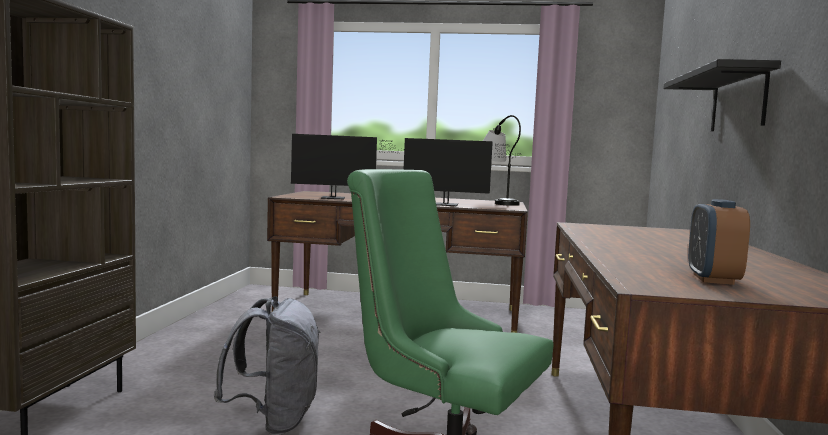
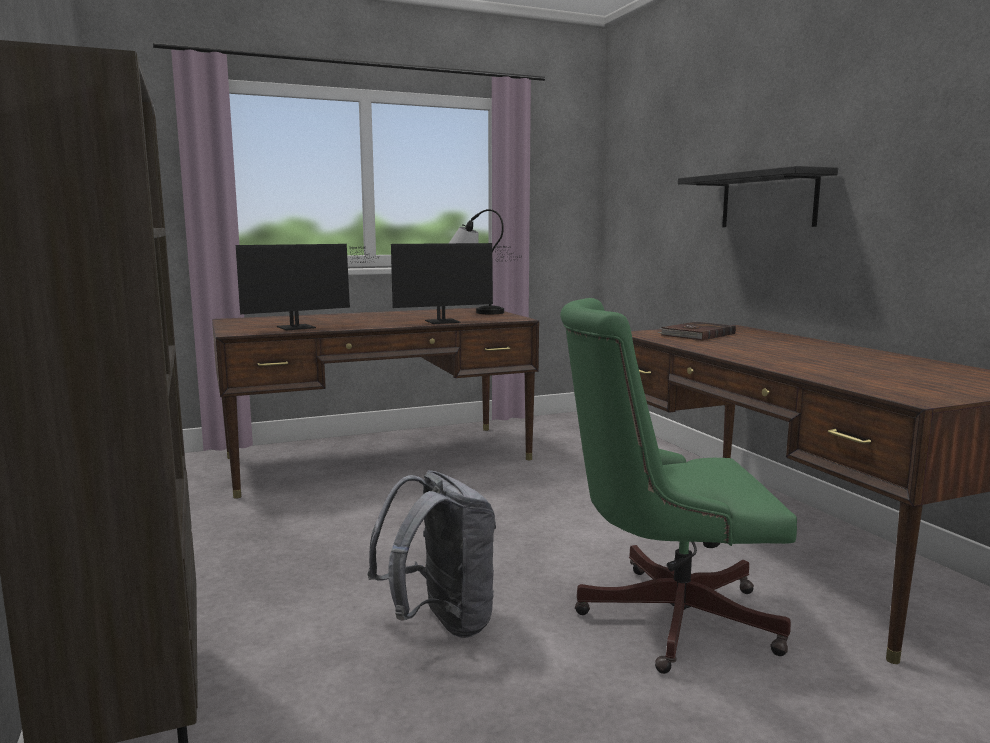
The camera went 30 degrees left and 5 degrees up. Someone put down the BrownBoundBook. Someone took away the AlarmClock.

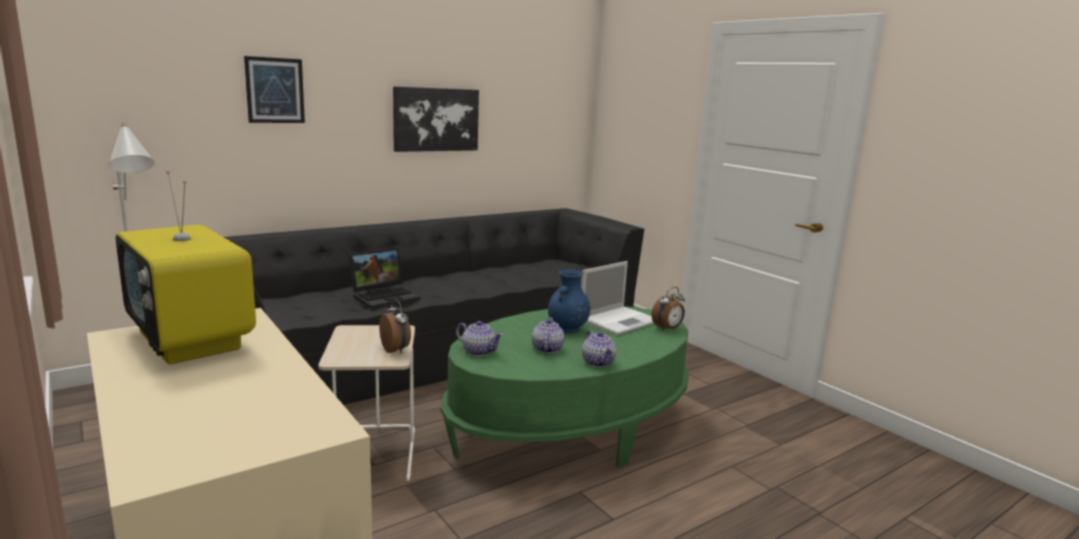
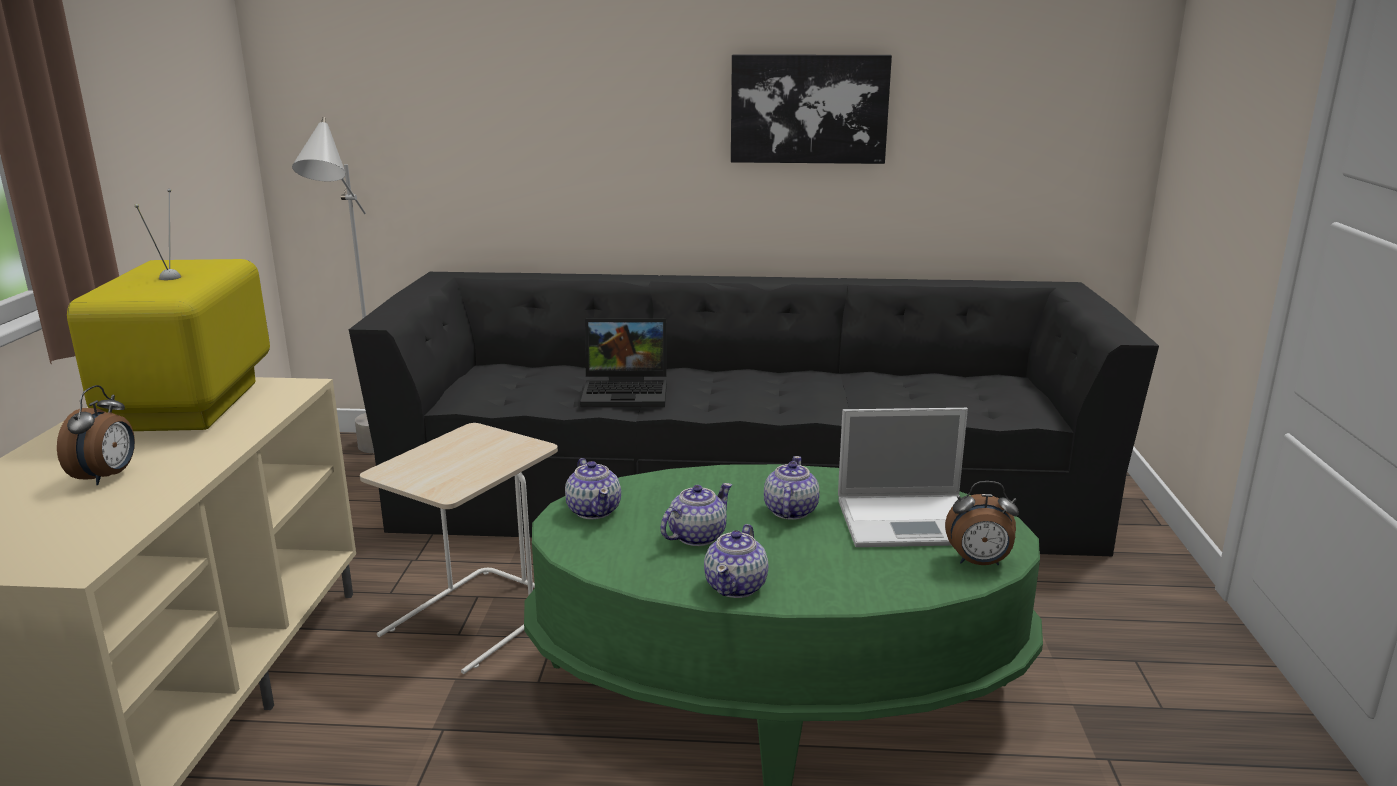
The camera went 40 degrees right and 5 degrees up. Someone carried the AlarmClock (no. 1 from left). Someone swapped the BluishFlowerVase for the PotForTea (no. 4 from left). Someone took away the Picture (no. 1 from left).

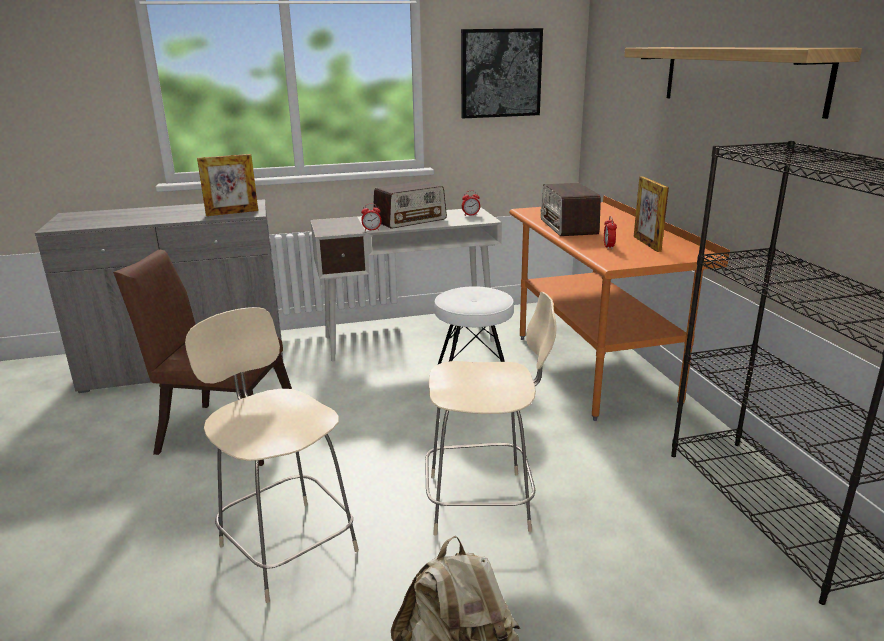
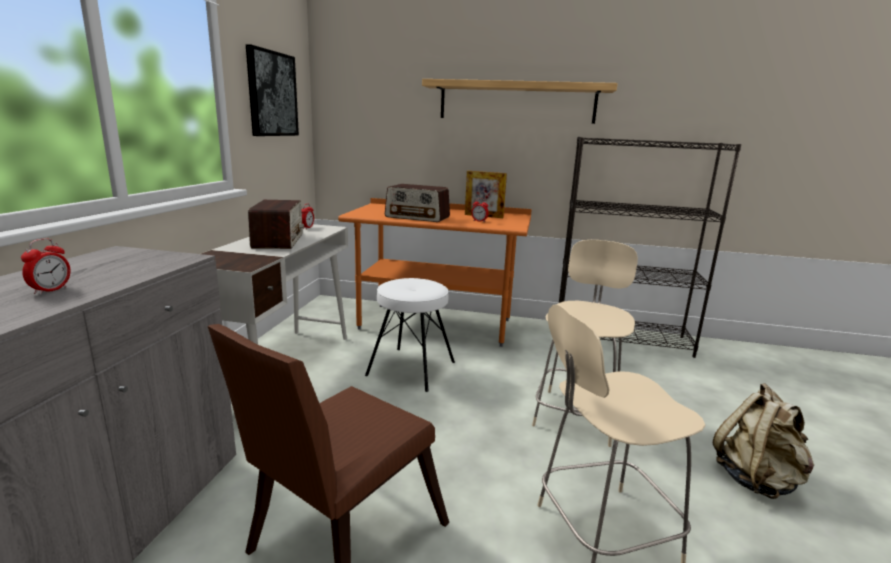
The camera went 65 degrees left and 5 degrees down. Someone carried the AlarmClock (no. 1 from left). Someone took away the StandingFrame (no. 1 from left).

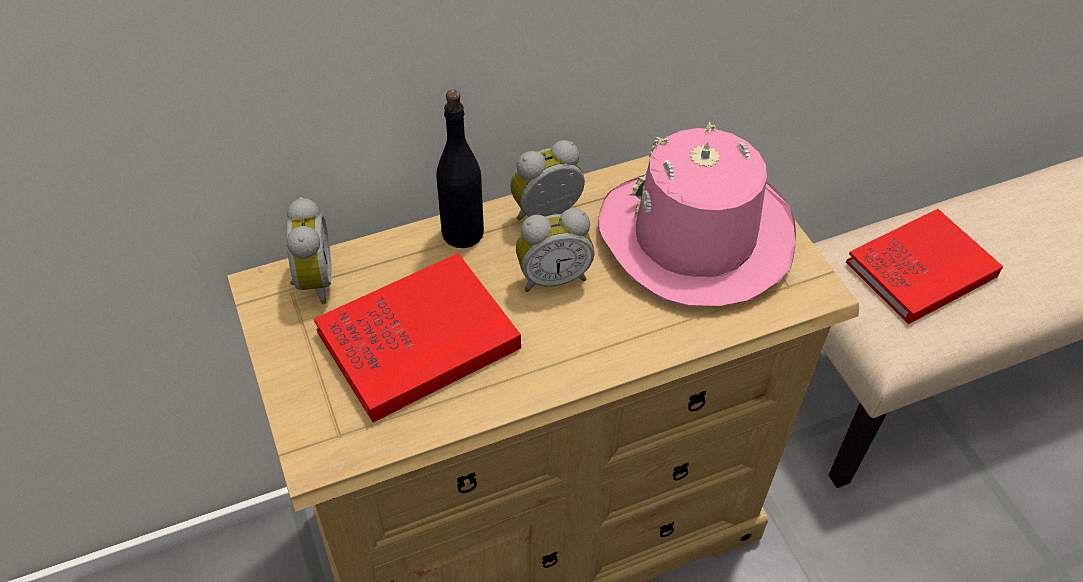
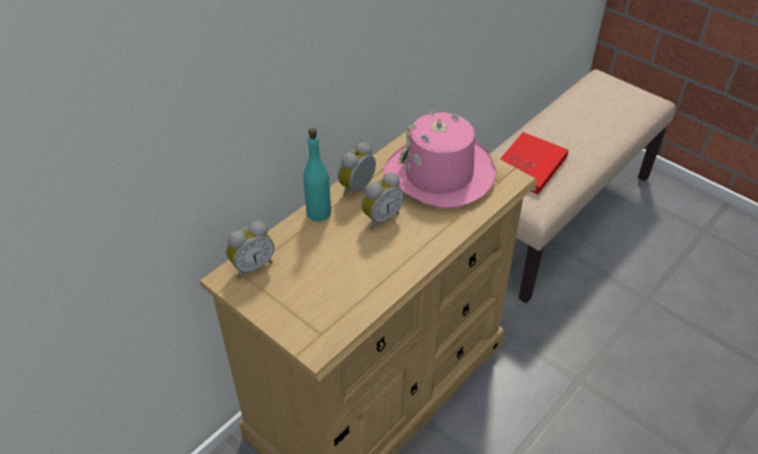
The camera went 25 degrees left and 5 degrees down. Someone rotated the AlarmClock (no. 1 from left) by 90 degrees clockwise. Someone repainted the BlackishBottle, which became the TurquoiseColouredBottle. Someone took away the RedColouredBoundBook (no. 1 from left).

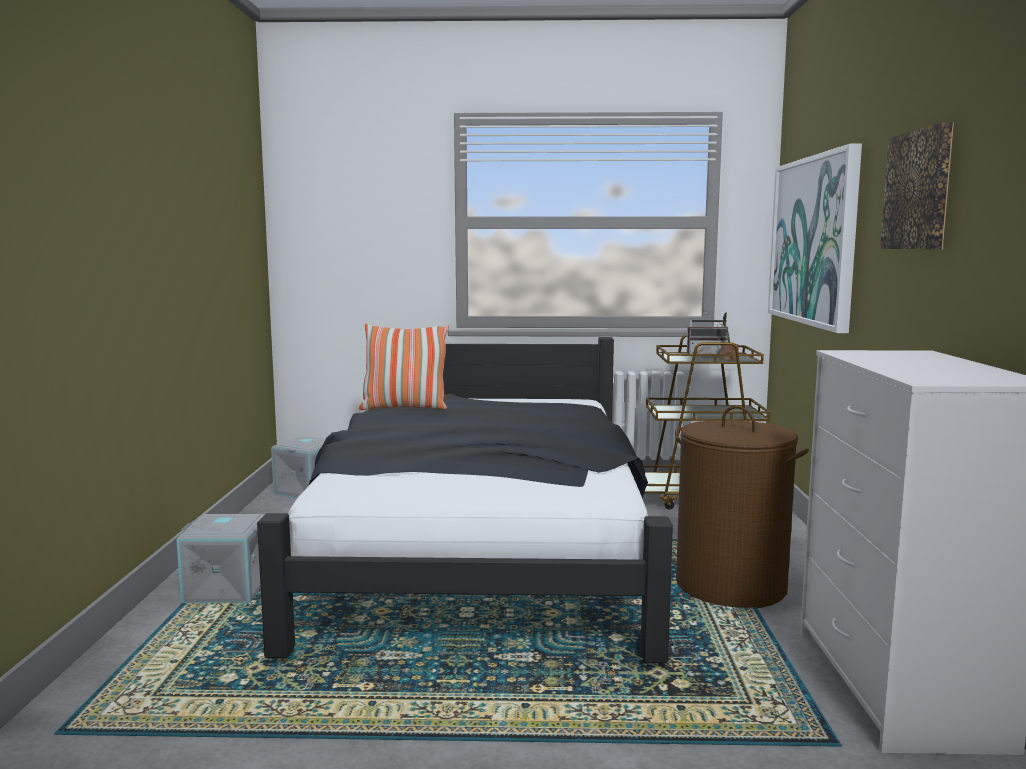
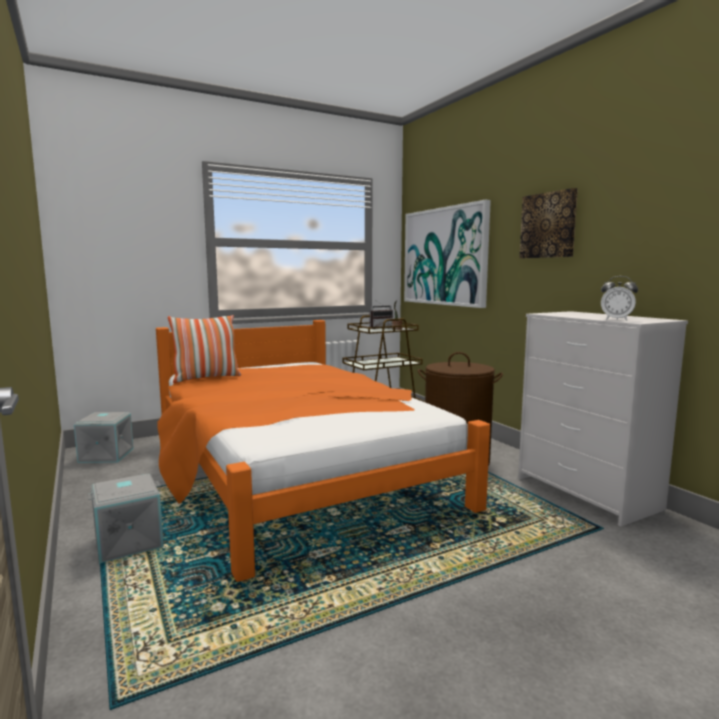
The camera went 30 degrees left and 0 degrees up. Someone repainted the BlackishSleepingBed, which became the OrangeySleepingBed. Someone put down the AlarmClock.

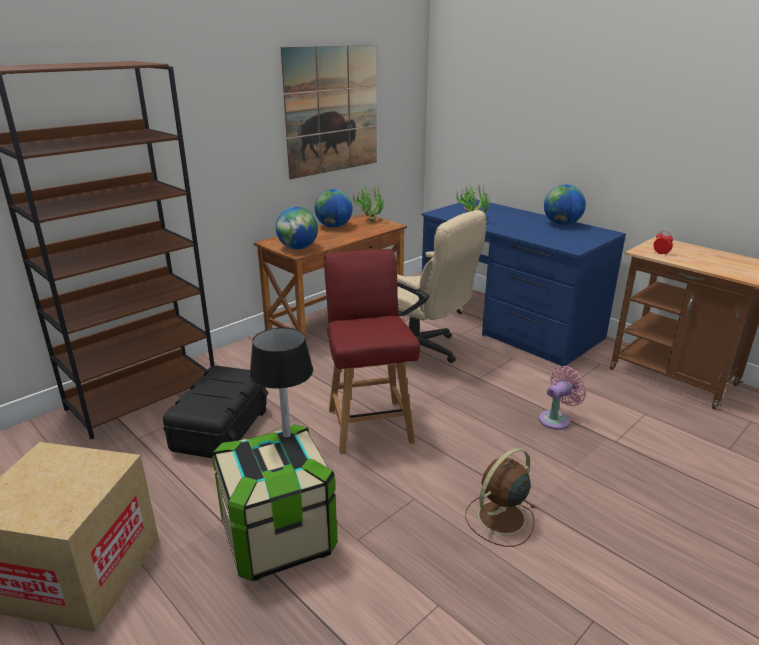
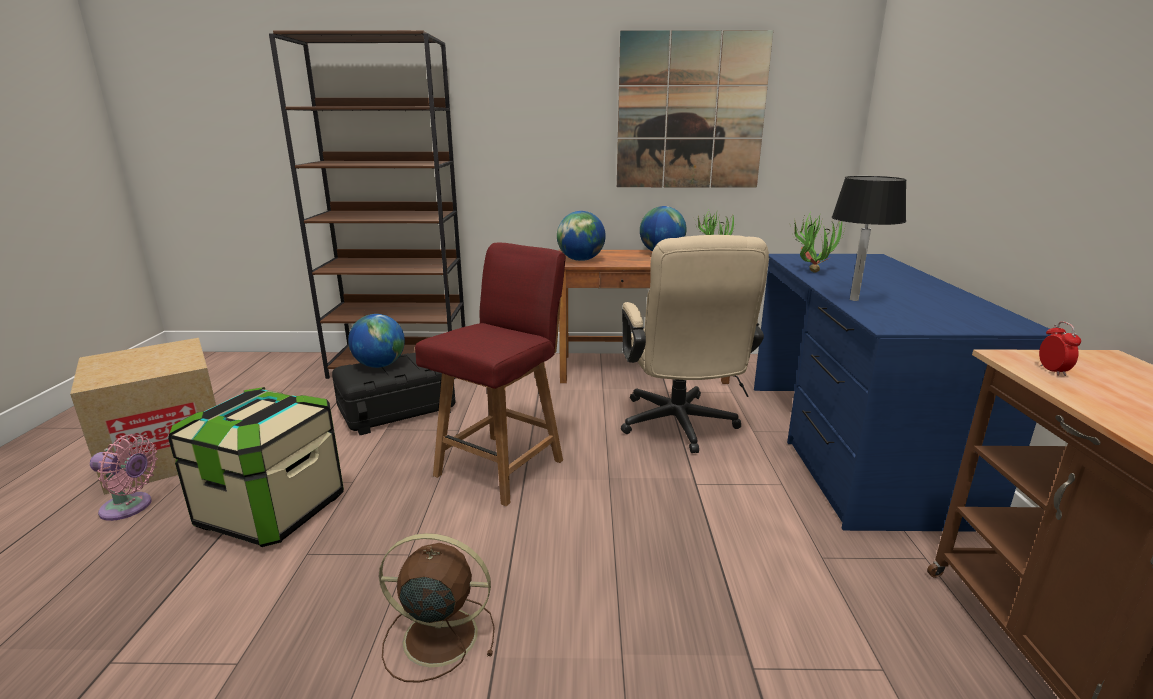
The camera went 45 degrees right and 5 degrees down. Someone carried the PinkFan. Someone carried the WorldGlobe (no. 3 from left in the first image). Someone carried the BlackishTableLamp.

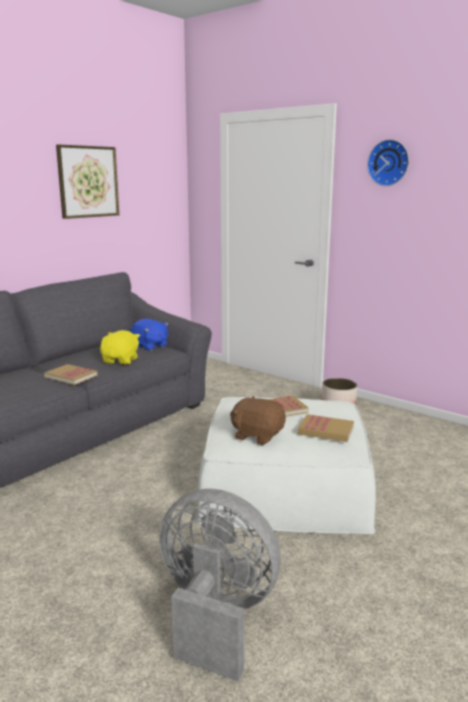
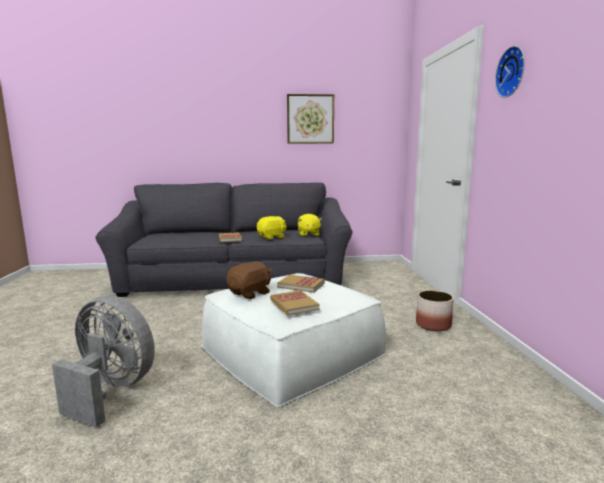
The camera went 45 degrees right and 5 degrees down. Someone rotated the GrayFan by 45 degrees counterclockwise. Someone rotated the BrownSoftToy by 60 degrees clockwise. Someone repainted the BluishSoftToy, which became the YellowColouredSoftToy (no. 2 from left).

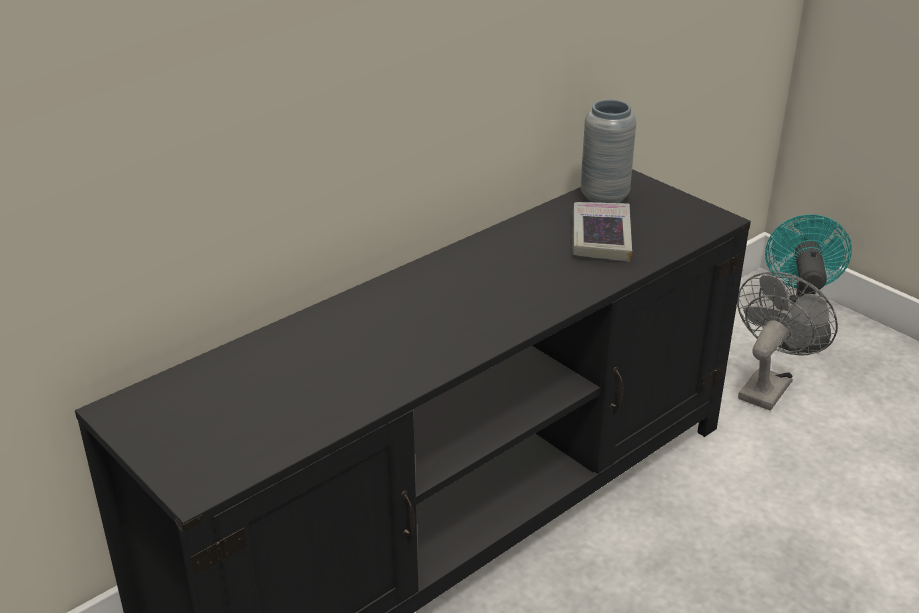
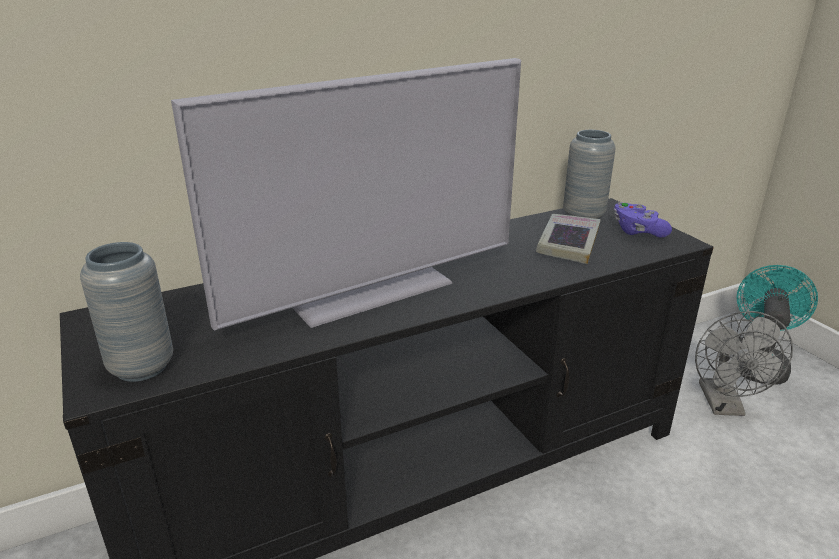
The camera went 15 degrees right and 5 degrees down. Someone put down the GrayFlowerVase (no. 1 from left). Someone put down the Tv. Someone put down the PurpleColouredJoypad. Someone rotated the GrayFan by 135 degrees clockwise.

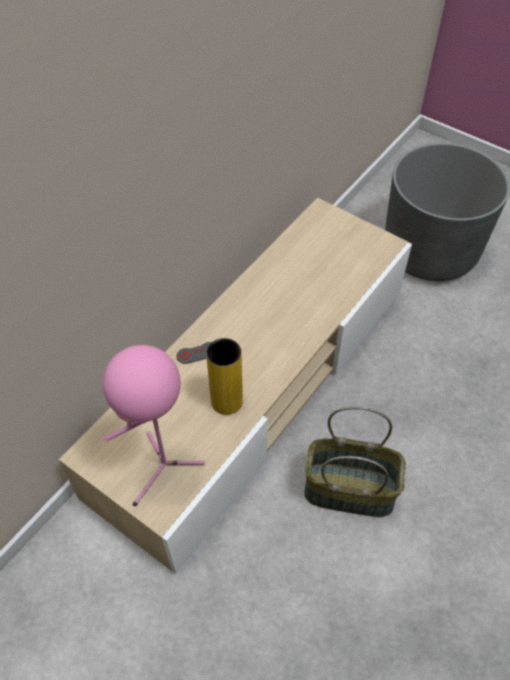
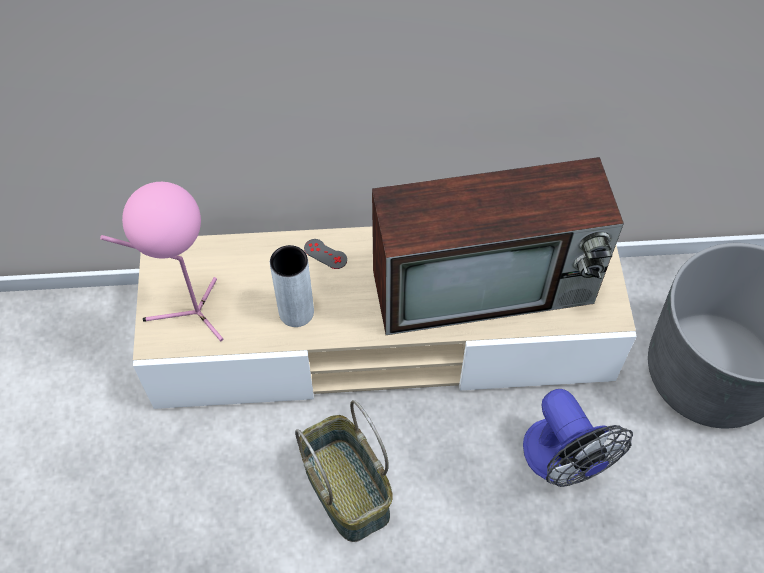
The camera went 50 degrees right and 5 degrees up. Someone repainted the YellowColouredFlowerVase, which became the GrayFlowerVase. Someone put down the Tv. Someone put down the Fan.

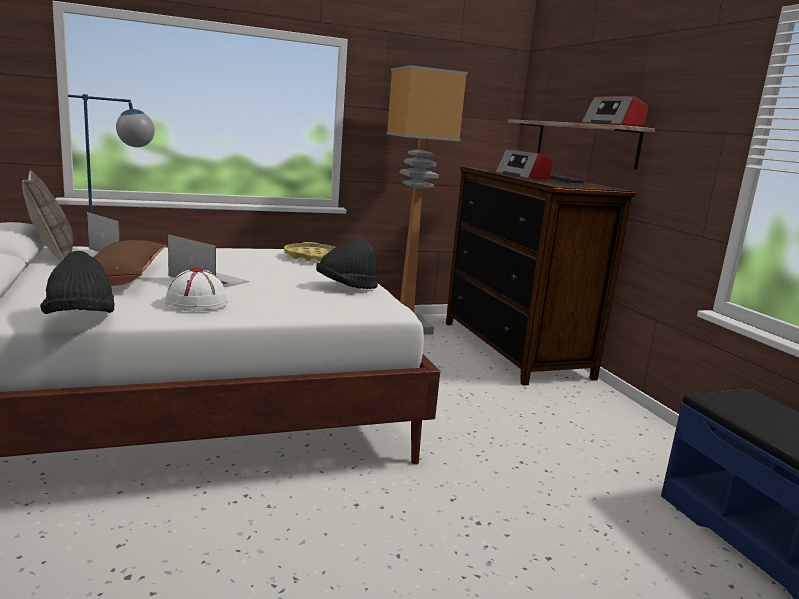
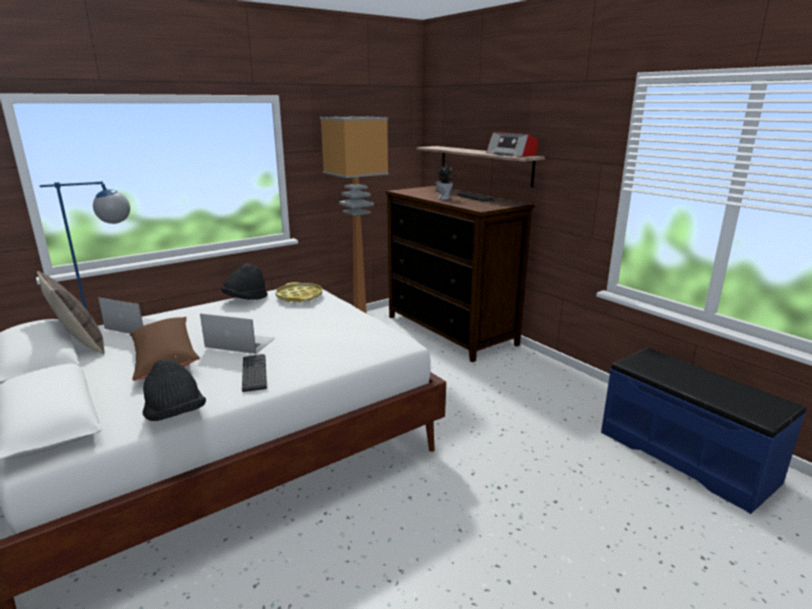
The camera went 15 degrees left and 5 degrees up. Someone carried the BlackishWearableHat (no. 2 from left). Someone swapped the WhiteColouredWearableHat for the Keyboard (no. 1 from left). Someone swapped the RadioReceiver (no. 1 from left) for the Houseplant.

